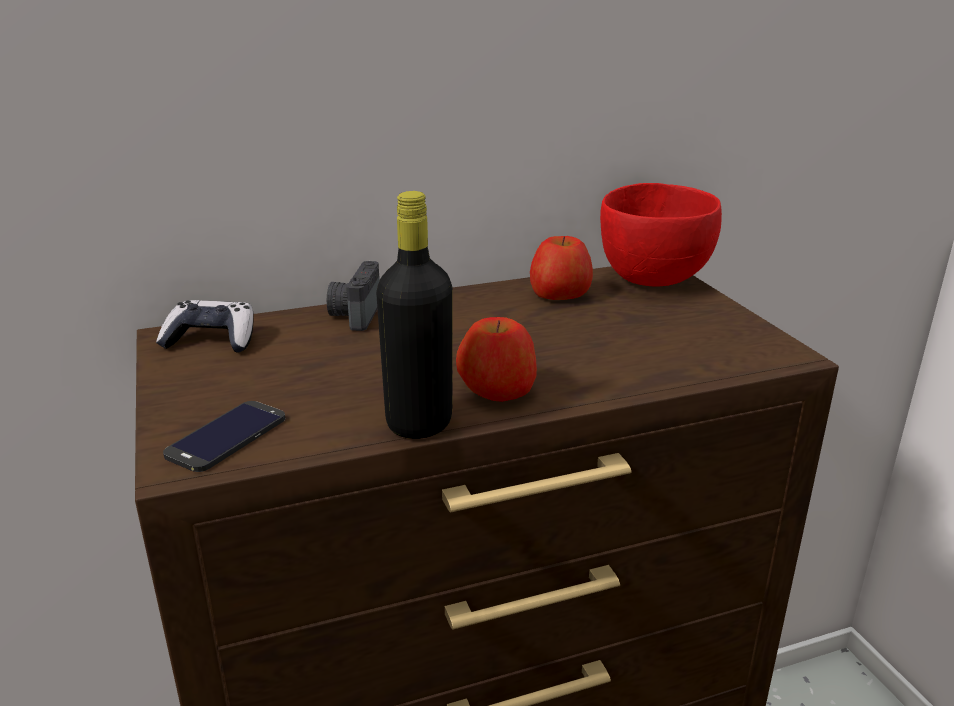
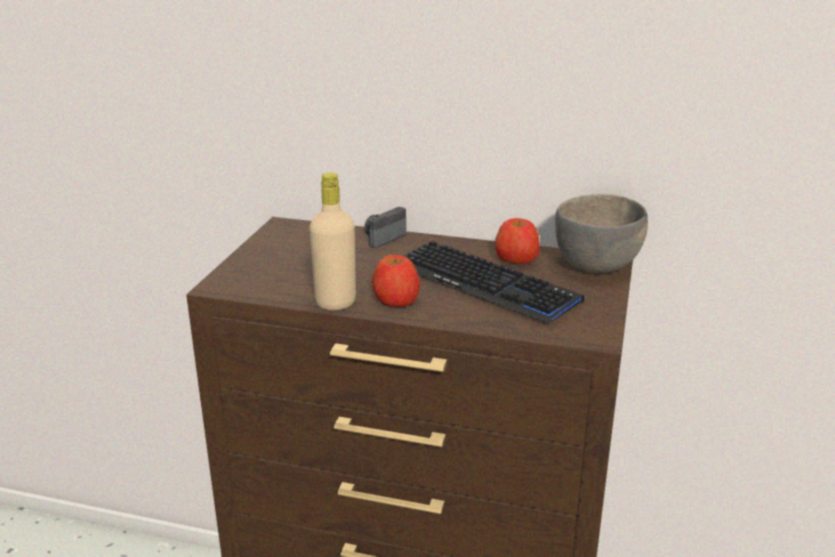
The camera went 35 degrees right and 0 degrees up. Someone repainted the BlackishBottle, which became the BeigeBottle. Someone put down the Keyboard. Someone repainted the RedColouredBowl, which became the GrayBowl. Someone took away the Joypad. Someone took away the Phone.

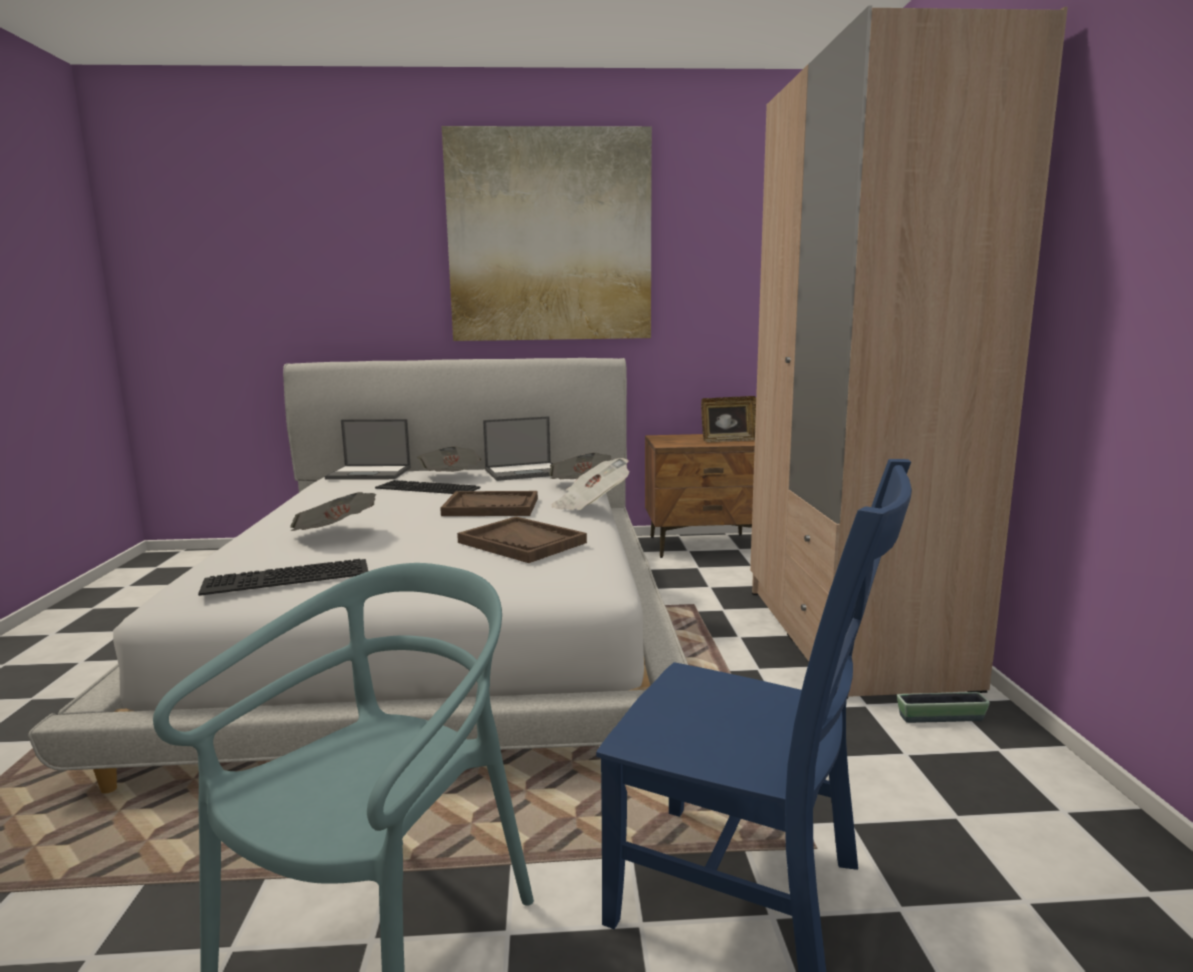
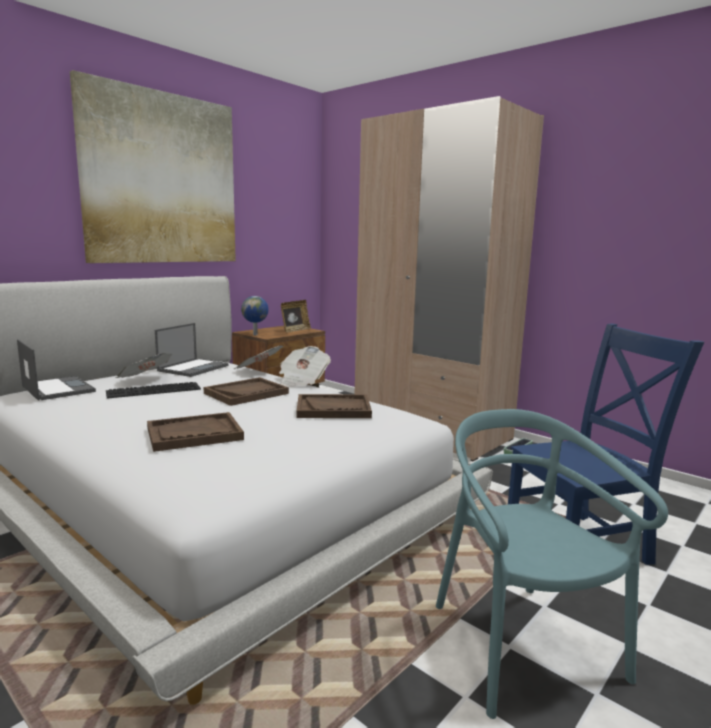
The camera went 45 degrees left and 0 degrees up. Someone rotated the Laptop (no. 1 from left) by 90 degrees counterclockwise. Someone swapped the Newspaper (no. 1 from left) for the BrownServingTray (no. 1 from left). Someone put down the WorldGlobe. Someone took away the Keyboard (no. 1 from left).

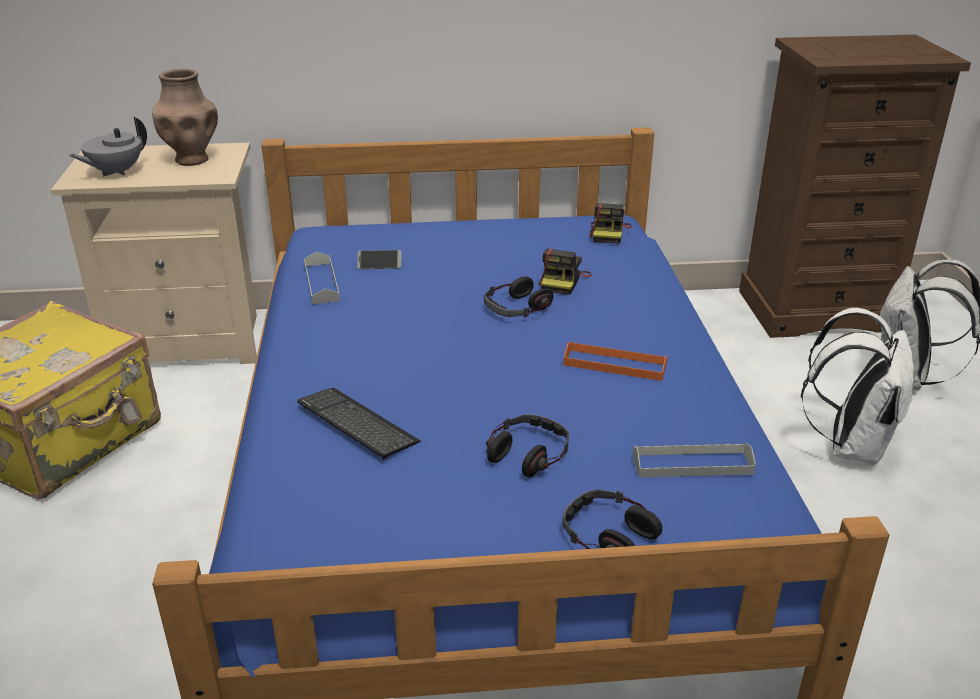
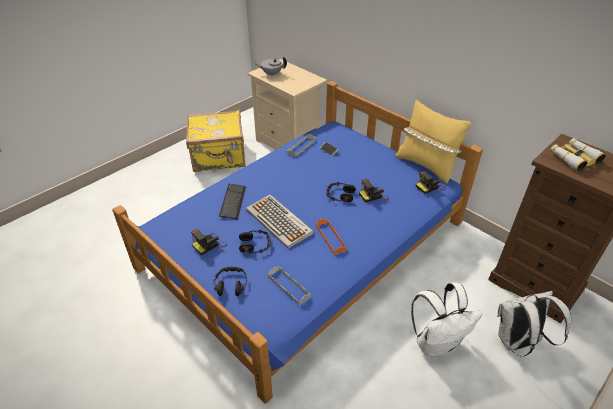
The camera went 50 degrees right and 10 degrees up. Someone put down the PhotoCamera (no. 1 from left). Someone put down the Keyboard (no. 2 from left). Someone put down the YellowColouredCushion. Someone put down the Binoculars. Someone took away the BrownFlowerVase.

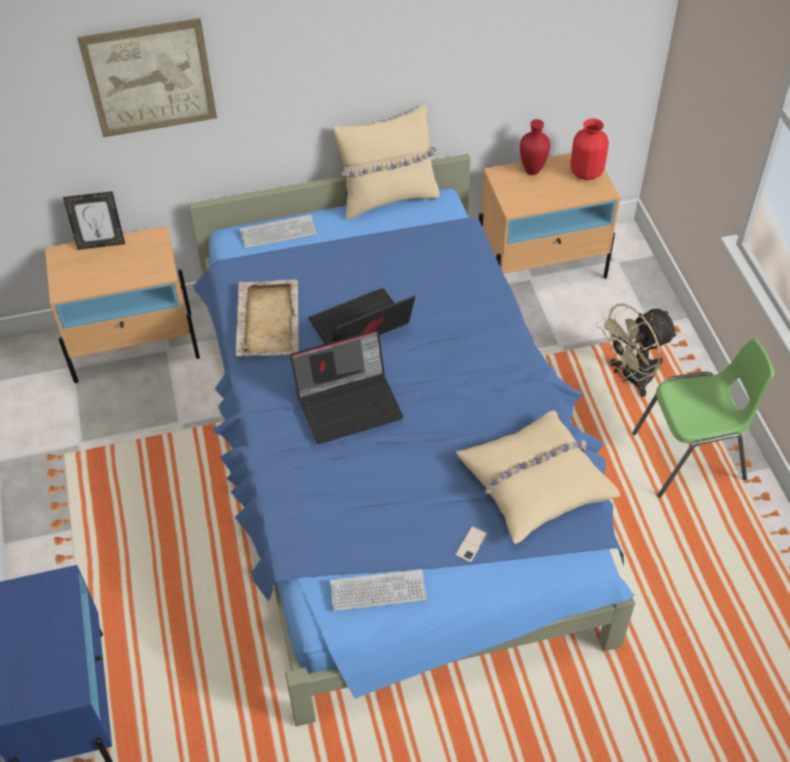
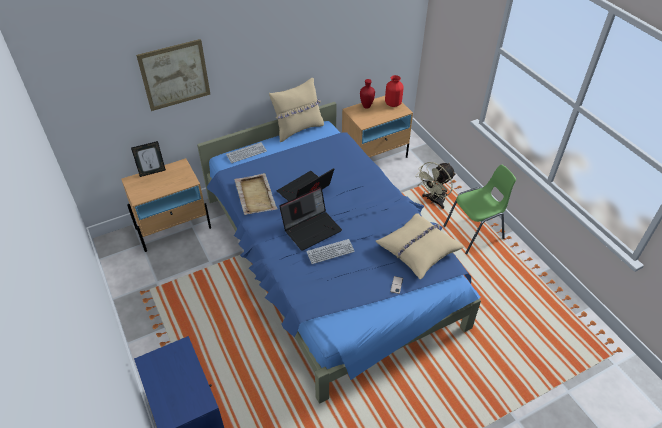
The camera went 15 degrees left and 5 degrees down. Someone carried the Keyboard (no. 2 from left).

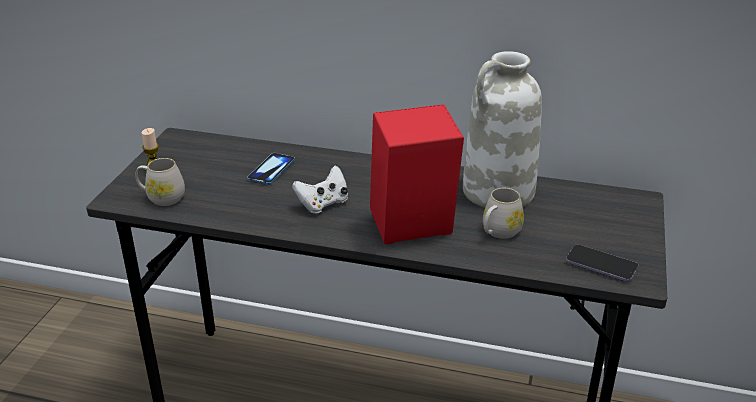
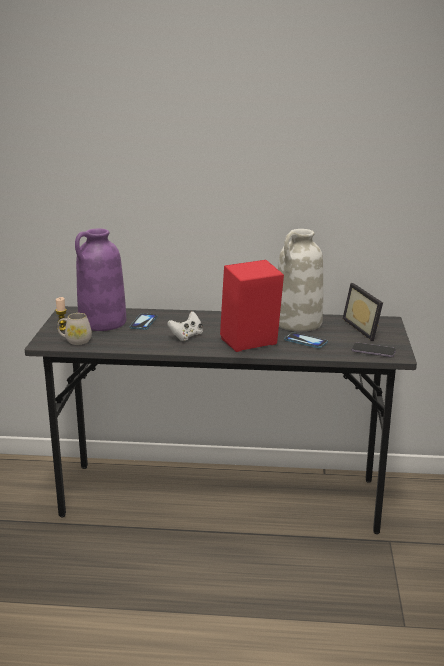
The camera went 10 degrees left and 10 degrees down. Someone put down the PurpleColouredFlowerVase. Someone swapped the WhiteColouredCoffeeMug (no. 2 from left) for the Phone (no. 2 from left). Someone put down the StandingFrame.

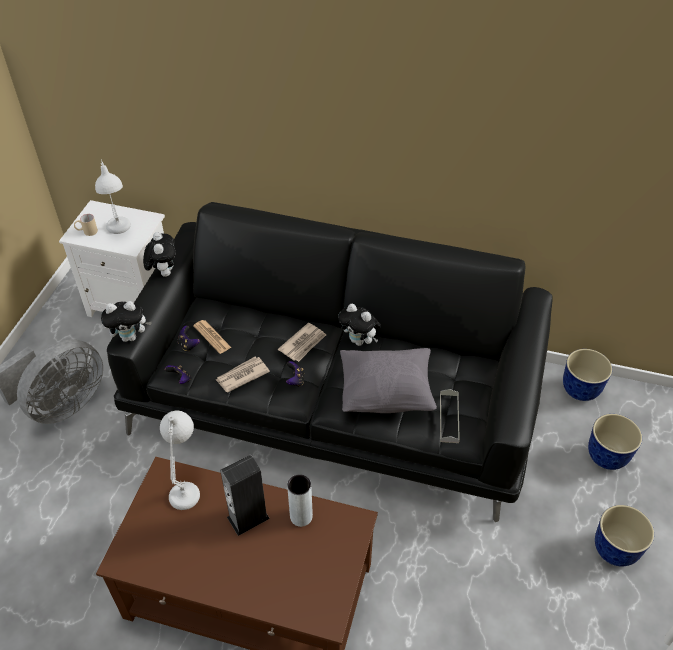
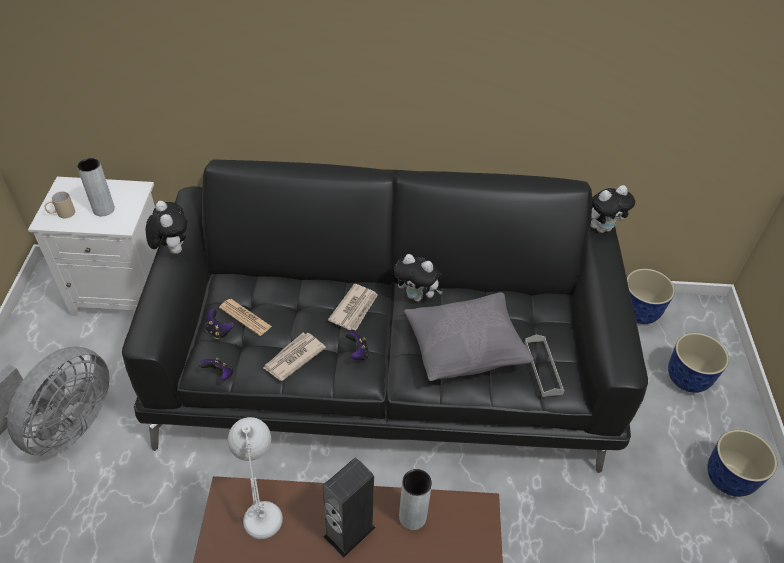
The camera went 15 degrees left and 0 degrees up. Someone swapped the WhiteColouredTableLamp (no. 1 from left) for the GrayFlowerVase (no. 1 from left). Someone carried the SoftToy (no. 1 from left in the first image).

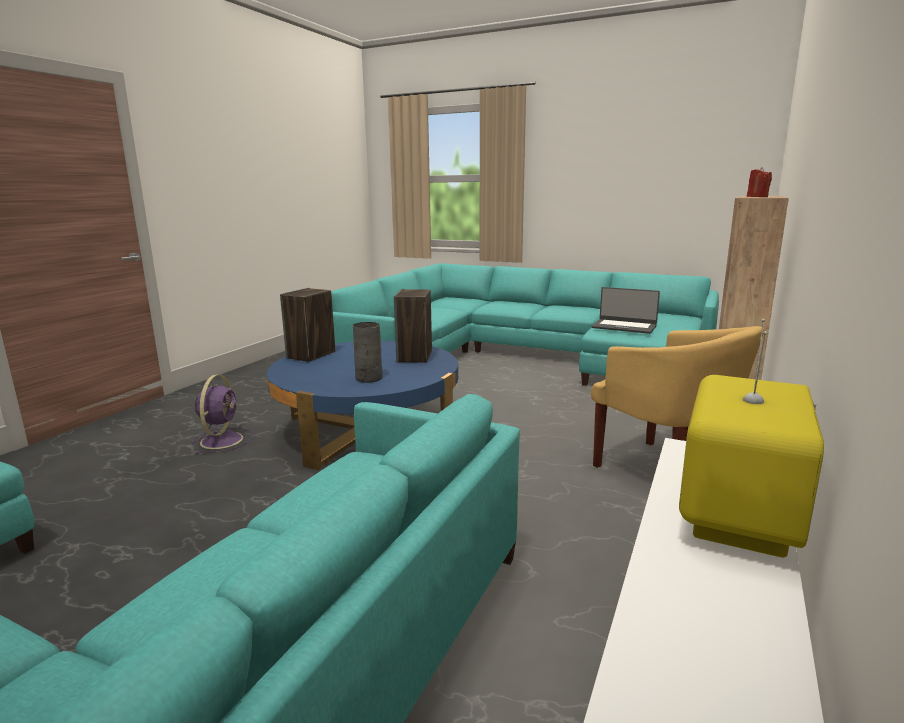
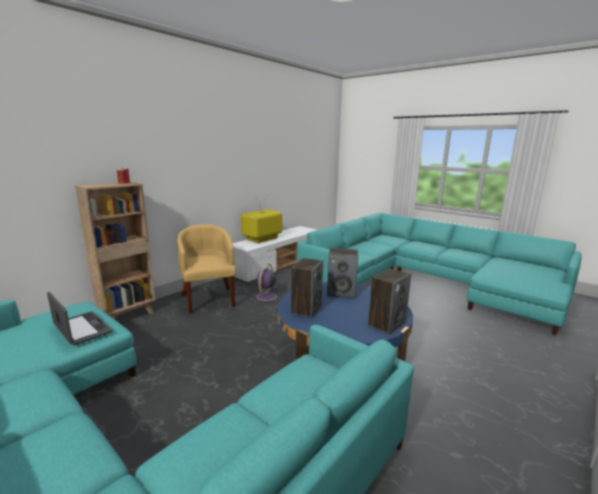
The camera went 165 degrees left and 0 degrees up. Someone carried the PurpleColouredFan. Someone swapped the GrayFlowerVase for the Speaker (no. 2 from left).

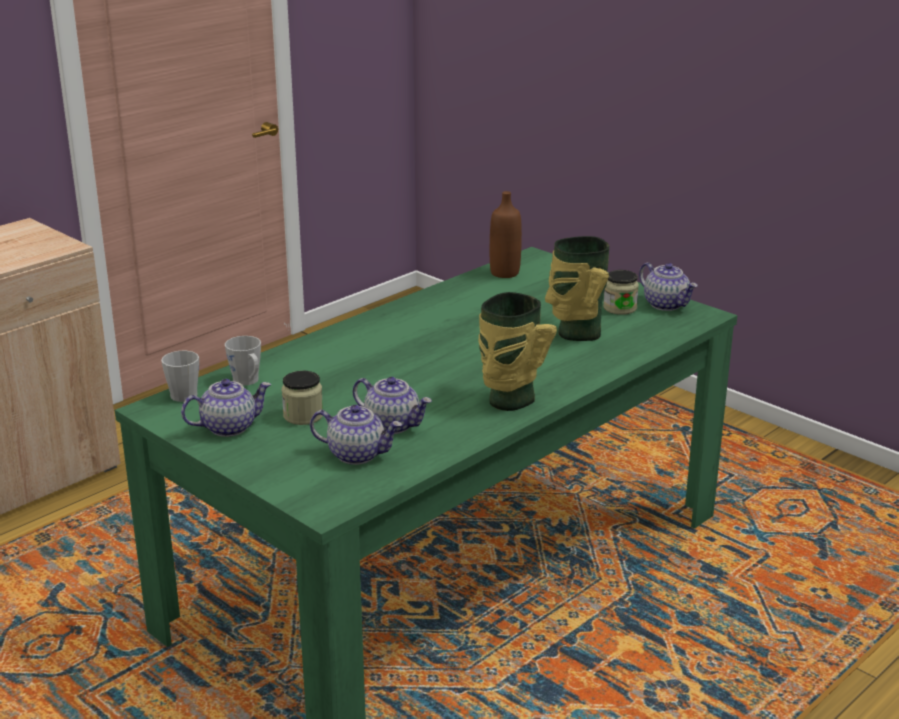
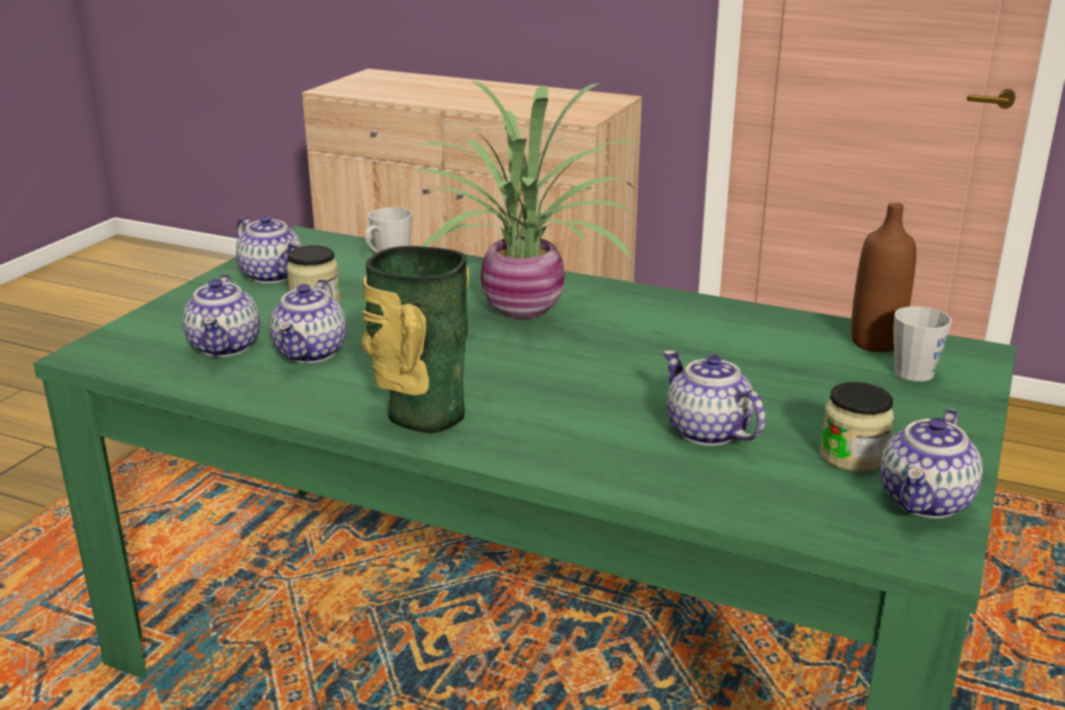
The camera went 70 degrees right and 0 degrees up. Someone put down the Houseplant. Someone swapped the FlowerVase (no. 2 from left) for the PotForTea (no. 4 from left). Someone carried the GrayCoffeeMug (no. 1 from left in the first image).

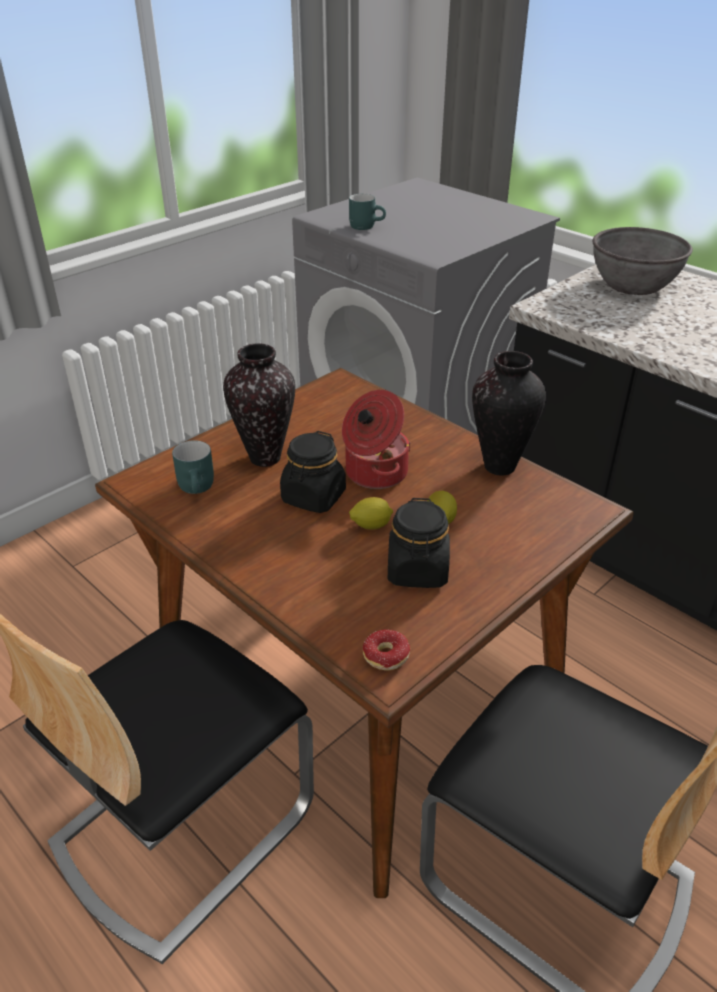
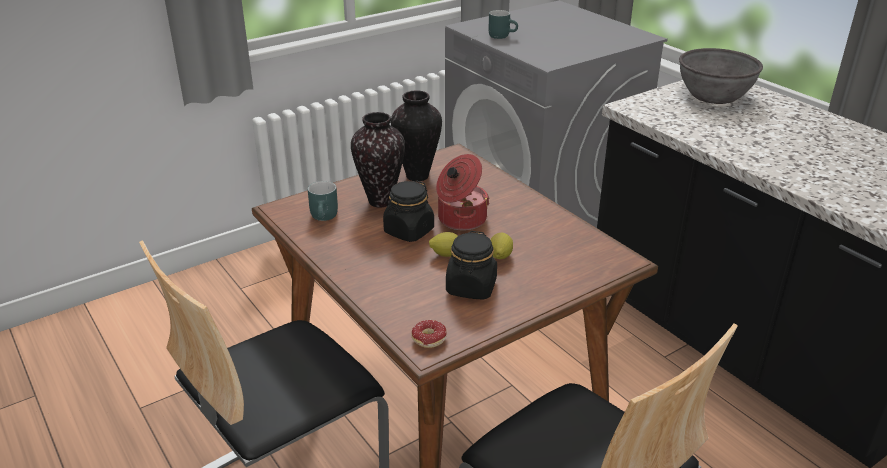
The camera went 10 degrees right and 5 degrees down. Someone carried the FlowerVase (no. 2 from left).

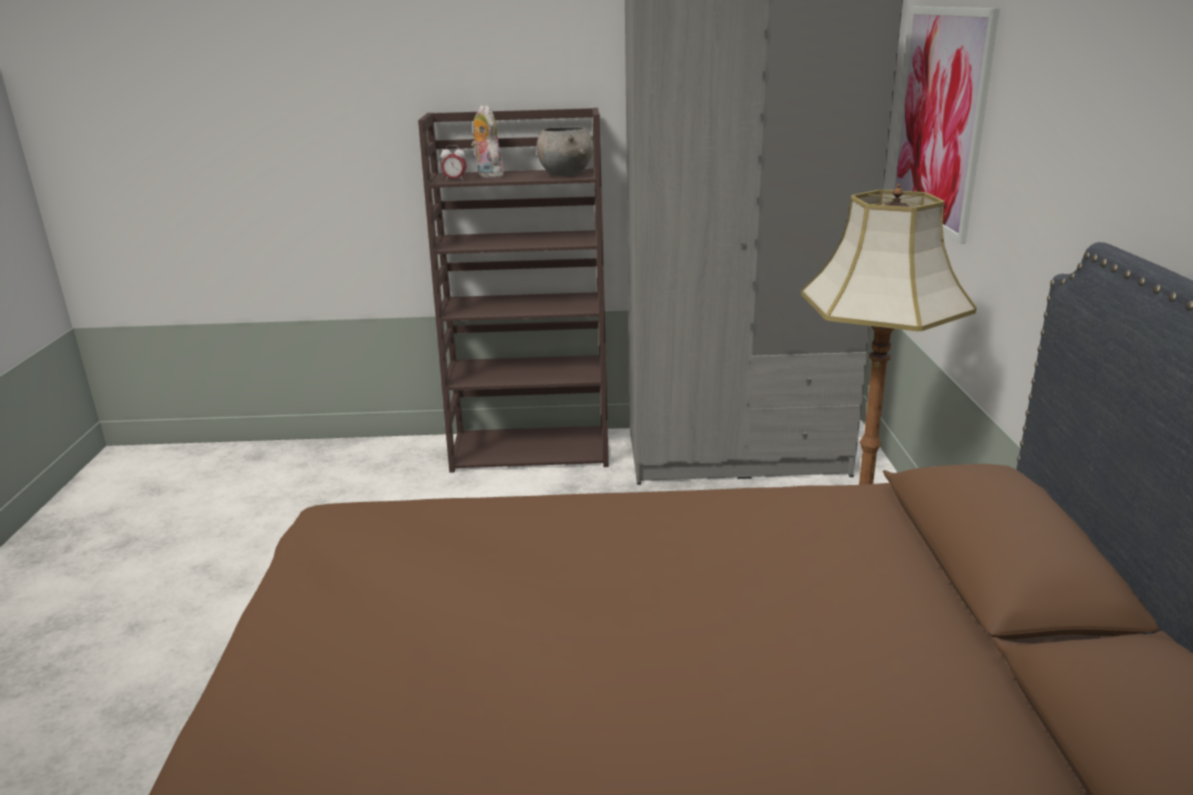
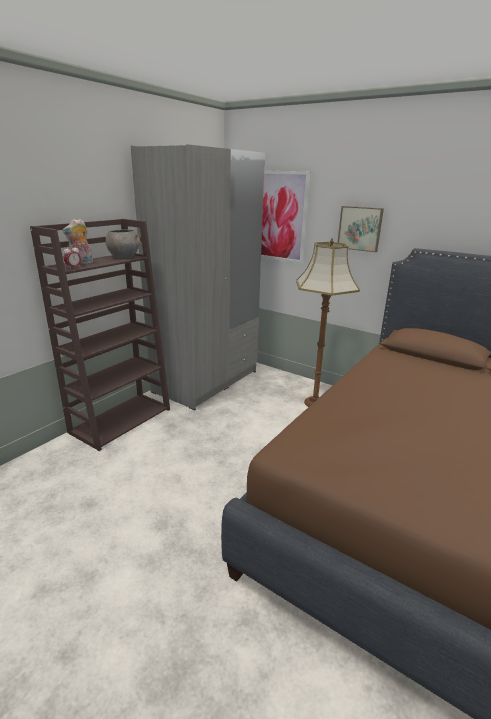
The camera went 55 degrees left and 0 degrees up. Someone rotated the SoftToy by 45 degrees counterclockwise. Someone put up the Picture (no. 2 from left).

